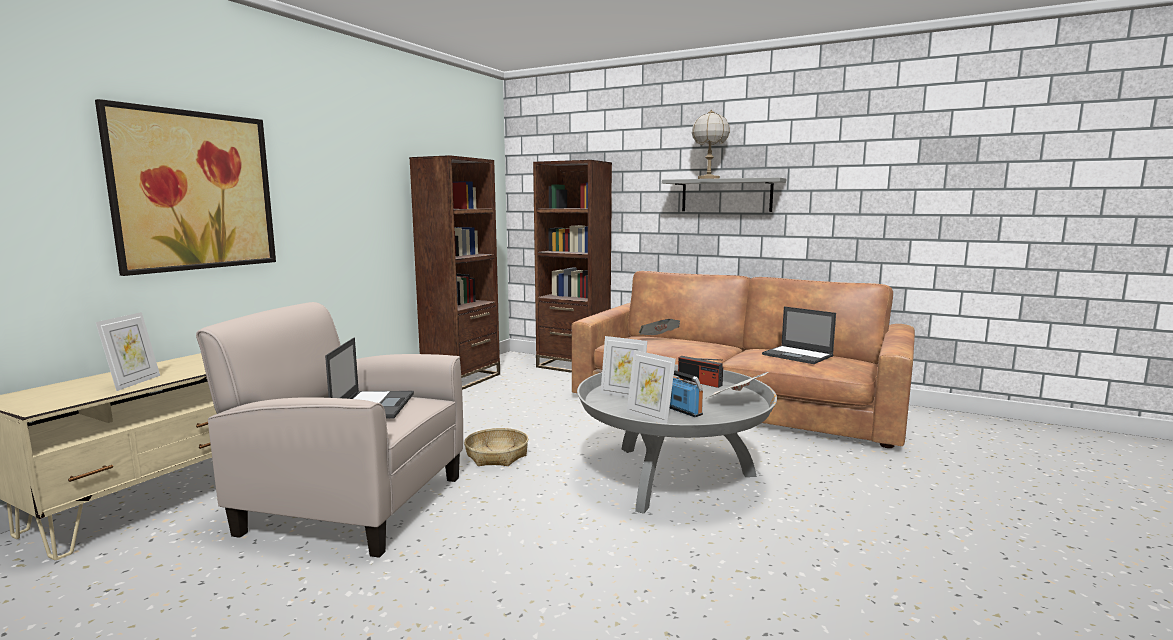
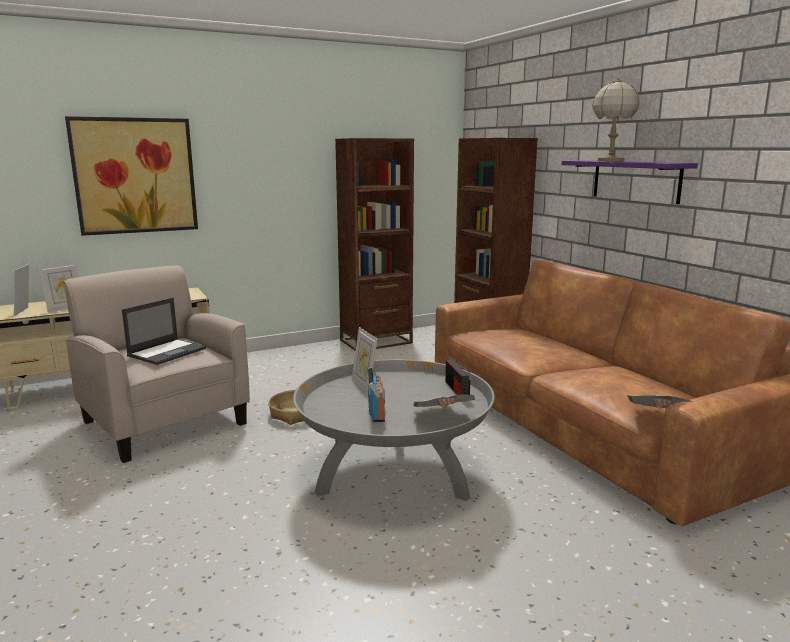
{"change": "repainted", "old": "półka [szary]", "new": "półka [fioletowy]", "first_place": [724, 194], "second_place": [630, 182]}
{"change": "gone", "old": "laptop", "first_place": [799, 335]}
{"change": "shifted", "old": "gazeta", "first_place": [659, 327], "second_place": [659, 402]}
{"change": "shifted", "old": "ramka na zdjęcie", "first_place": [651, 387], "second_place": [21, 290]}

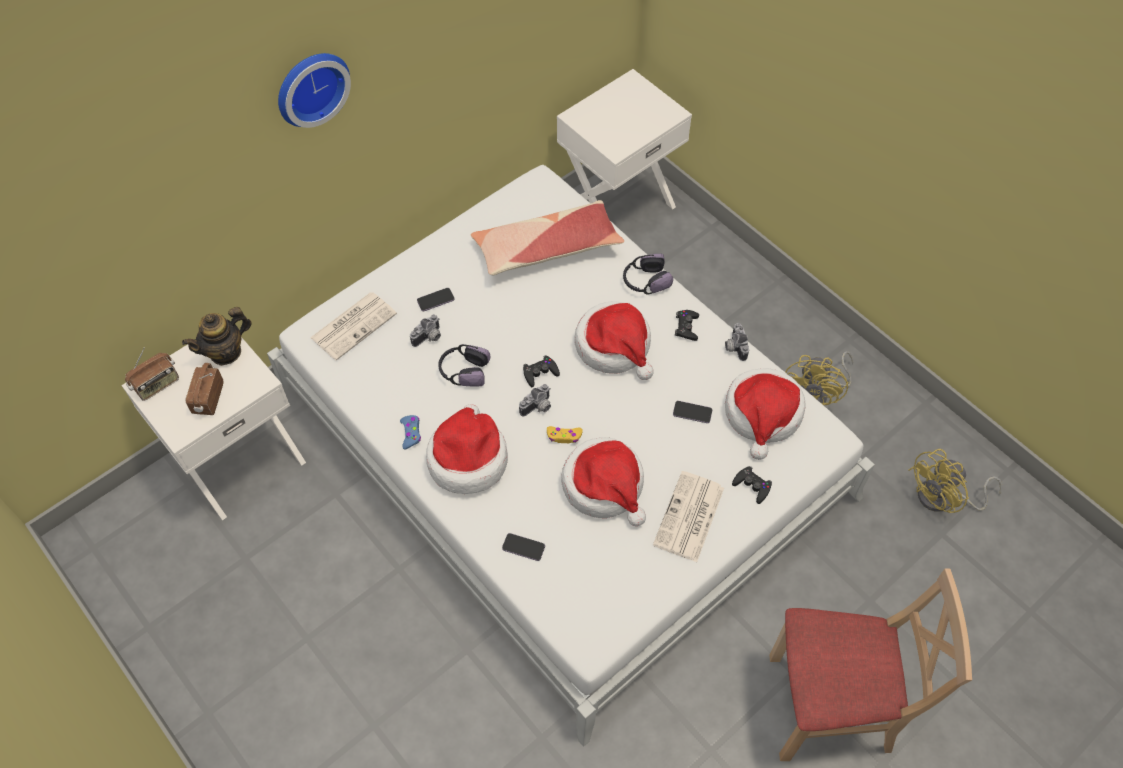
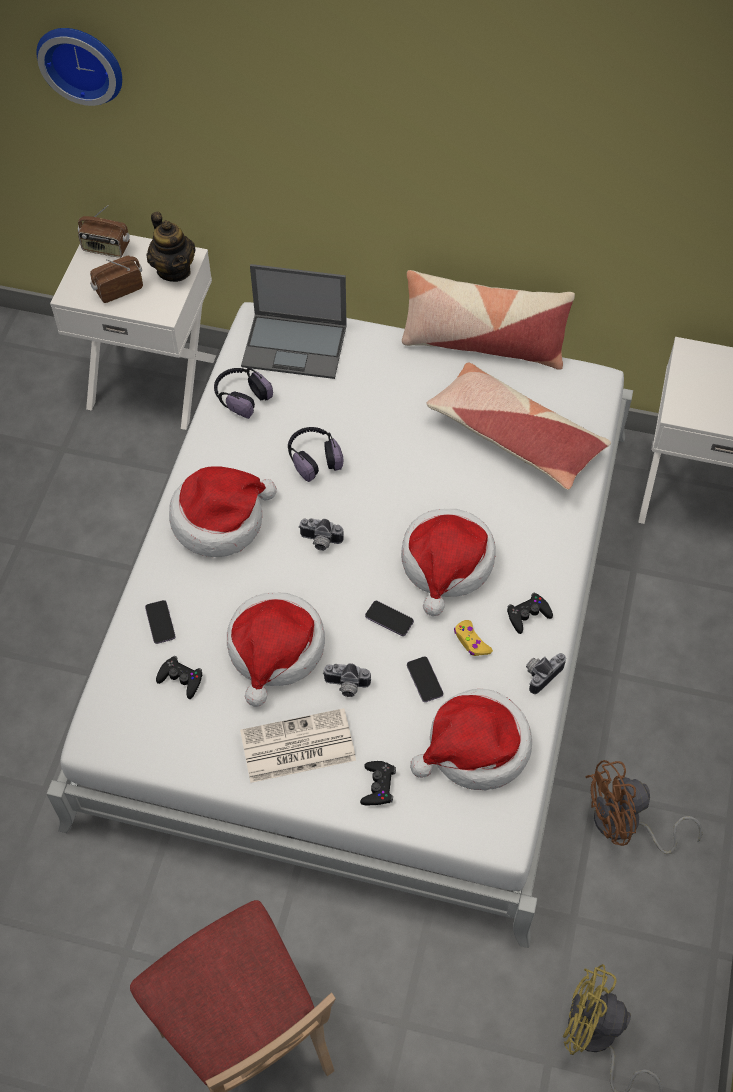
{"change": "shifted", "old": "zegar ścienny", "first_place": [314, 90], "second_place": [79, 67]}
{"change": "shifted", "old": "słuchawki", "first_place": [648, 274], "second_place": [243, 393]}
{"change": "shifted", "old": "telefon", "first_place": [435, 299], "second_place": [389, 618]}
{"change": "swapped", "old": "gazeta", "new": "laptop", "first_place": [353, 326], "second_place": [294, 321]}
{"change": "rotated", "old": "imbryk", "first_place": [217, 336], "second_place": [171, 247], "degrees": -135}
{"change": "shifted", "old": "aparat fotograficzny", "first_place": [425, 330], "second_place": [347, 680]}
{"change": "repainted", "old": "wentylator [żółty]", "new": "wentylator [brązowy]", "first_place": [819, 378], "second_place": [644, 807]}
{"change": "shifted", "old": "pad do gier [czarny]", "first_place": [541, 371], "second_place": [179, 677]}
{"change": "gone", "old": "pad do gier [niebieski]", "first_place": [410, 432]}
{"change": "shifted", "old": "pad do gier [żółty]", "first_place": [565, 434], "second_place": [473, 638]}
{"change": "new", "new": "poduszka", "second_place": [488, 320]}

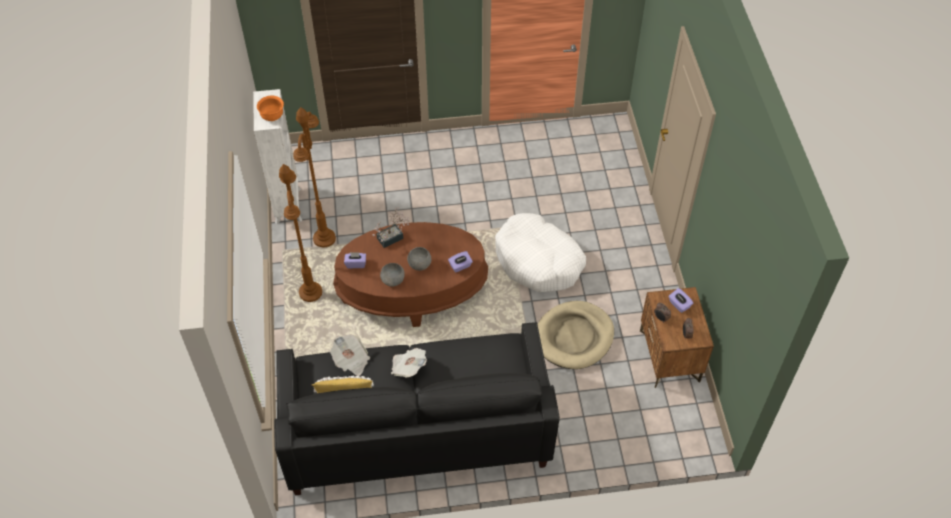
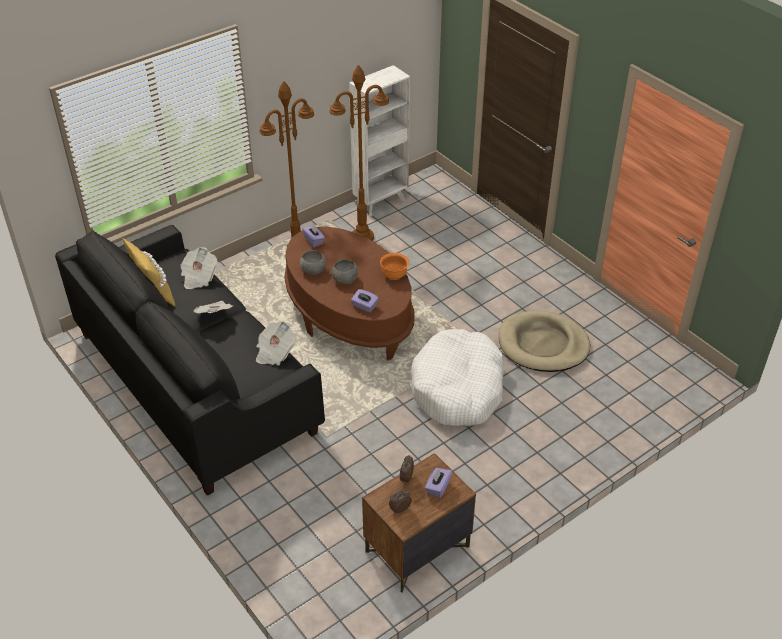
{"change": "shifted", "old": "miska [pomarańczowy]", "first_place": [270, 108], "second_place": [394, 266]}
{"change": "gone", "old": "roślina doniczkowa", "first_place": [391, 227]}
{"change": "shifted", "old": "legowisko [beżowy]", "first_place": [575, 335], "second_place": [544, 341]}
{"change": "new", "new": "gazeta", "second_place": [276, 343]}

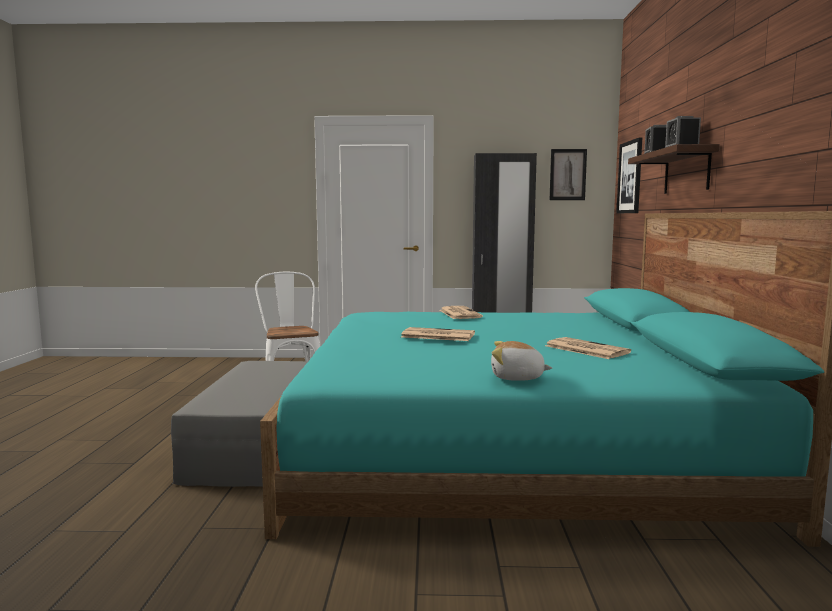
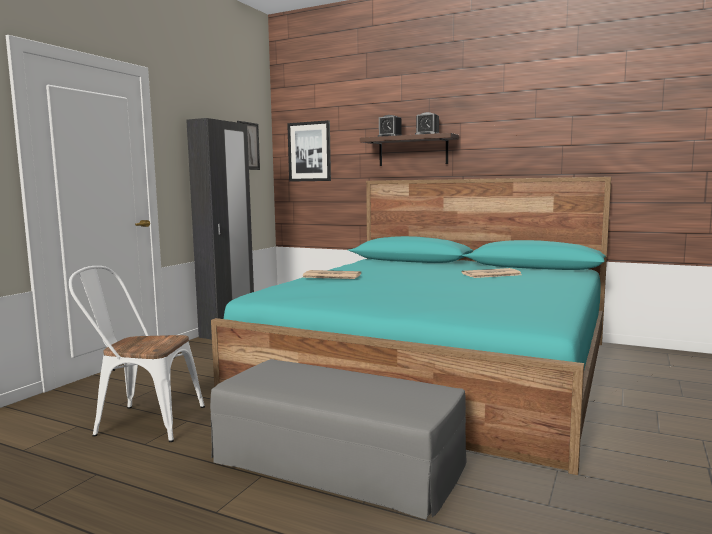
{"change": "gone", "old": "gazeta", "first_place": [438, 334]}
{"change": "gone", "old": "pluszak", "first_place": [521, 361]}

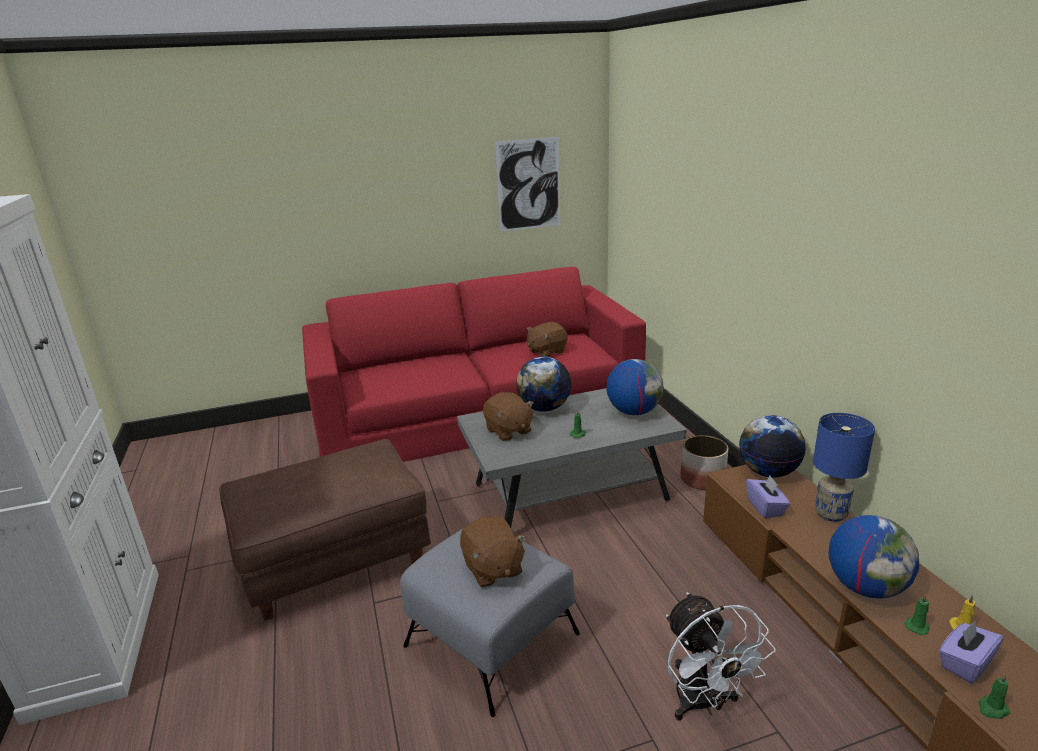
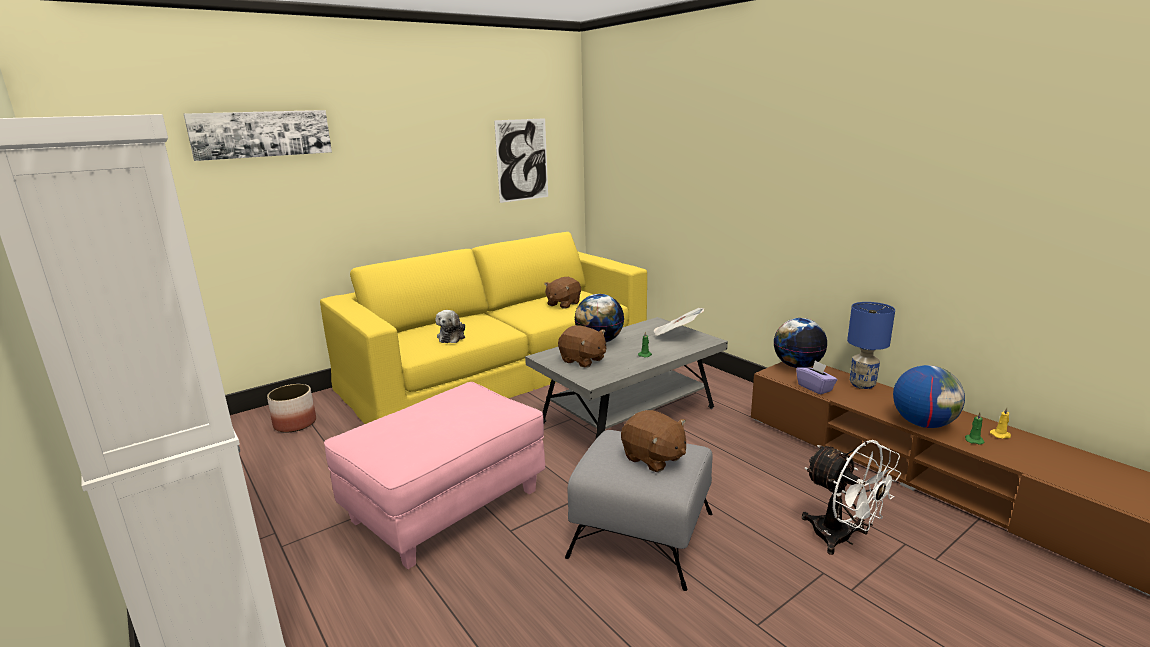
{"change": "repainted", "old": "kanapa [czerwony]", "new": "kanapa [żółty]", "first_place": [474, 364], "second_place": [483, 328]}
{"change": "swapped", "old": "globus", "new": "gazeta", "first_place": [635, 387], "second_place": [679, 322]}
{"change": "shifted", "old": "donica", "first_place": [704, 462], "second_place": [291, 408]}
{"change": "repainted", "old": "pufa [brązowy]", "new": "pufa [różowy]", "first_place": [325, 530], "second_place": [434, 475]}
{"change": "gone", "old": "pudełko chusteczek [fioletowy]", "first_place": [971, 651]}
{"change": "gone", "old": "świeca [zielony]", "first_place": [994, 696]}
{"change": "new", "new": "obraz", "second_place": [258, 135]}
{"change": "new", "new": "pluszak", "second_place": [450, 326]}

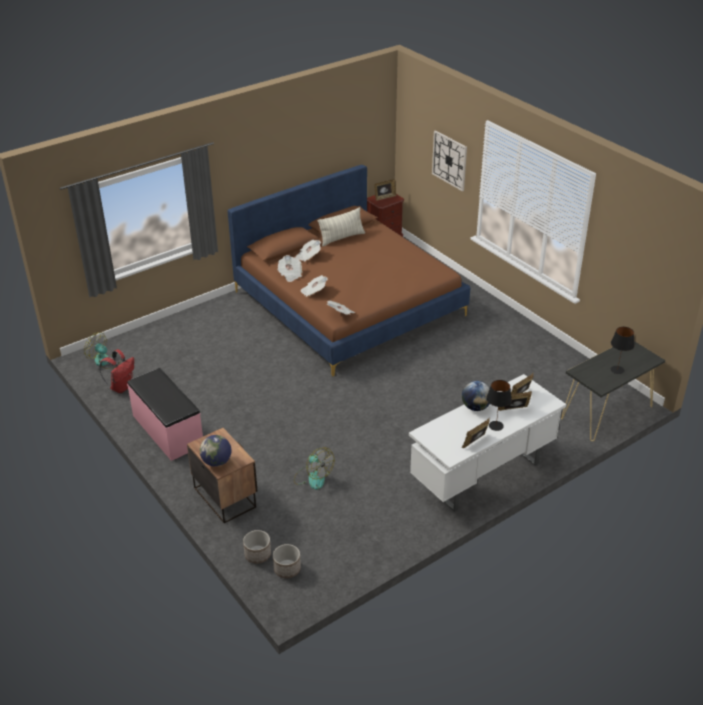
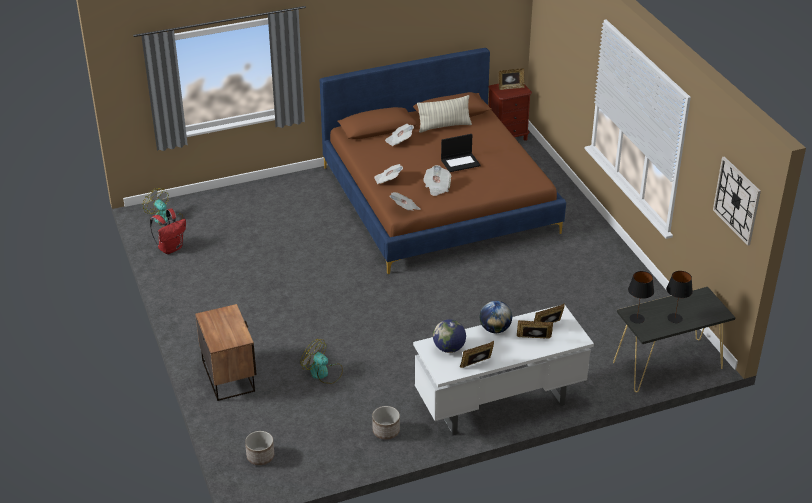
{"change": "shifted", "old": "zegar ścienny", "first_place": [449, 160], "second_place": [737, 201]}
{"change": "shifted", "old": "gazeta", "first_place": [289, 268], "second_place": [437, 180]}
{"change": "gone", "old": "ławka [różowy]", "first_place": [165, 414]}
{"change": "shifted", "old": "lampa stołowa [czarny]", "first_place": [499, 405], "second_place": [641, 297]}
{"change": "shifted", "old": "globus", "first_place": [215, 451], "second_place": [449, 336]}
{"change": "rotated", "old": "wentylator", "first_place": [314, 469], "second_place": [322, 361], "degrees": 150}
{"change": "shifted", "old": "donica", "first_place": [257, 547], "second_place": [386, 423]}
{"change": "new", "new": "laptop", "second_place": [461, 153]}

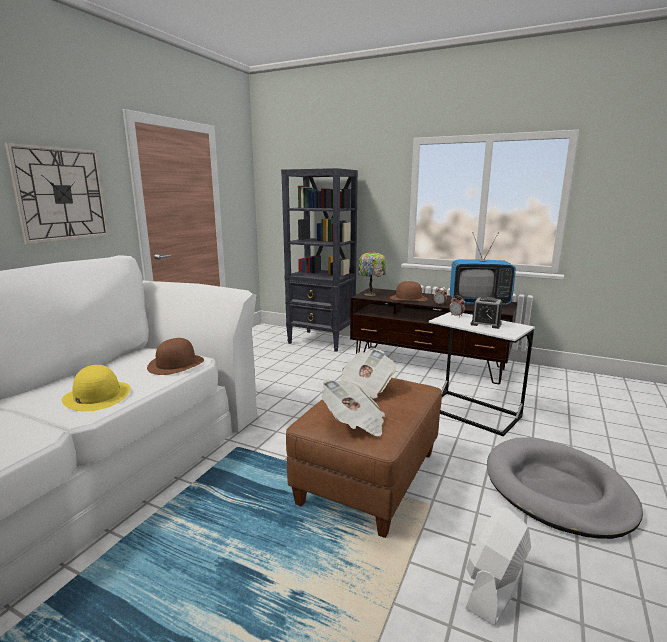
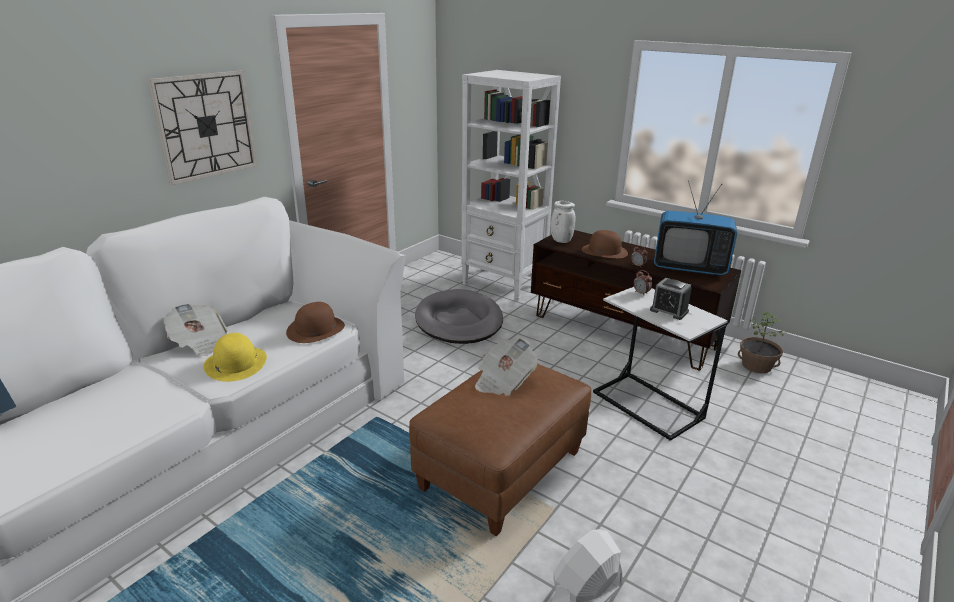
{"change": "repainted", "old": "regał [czarny]", "new": "regał [biały]", "first_place": [319, 260], "second_place": [511, 186]}
{"change": "swapped", "old": "lampa stołowa", "new": "wazon [biały]", "first_place": [372, 273], "second_place": [562, 222]}
{"change": "shifted", "old": "gazeta", "first_place": [353, 408], "second_place": [195, 330]}
{"change": "shifted", "old": "legowisko [szary]", "first_place": [565, 488], "second_place": [459, 316]}
{"change": "new", "new": "roślina doniczkowa", "second_place": [762, 342]}

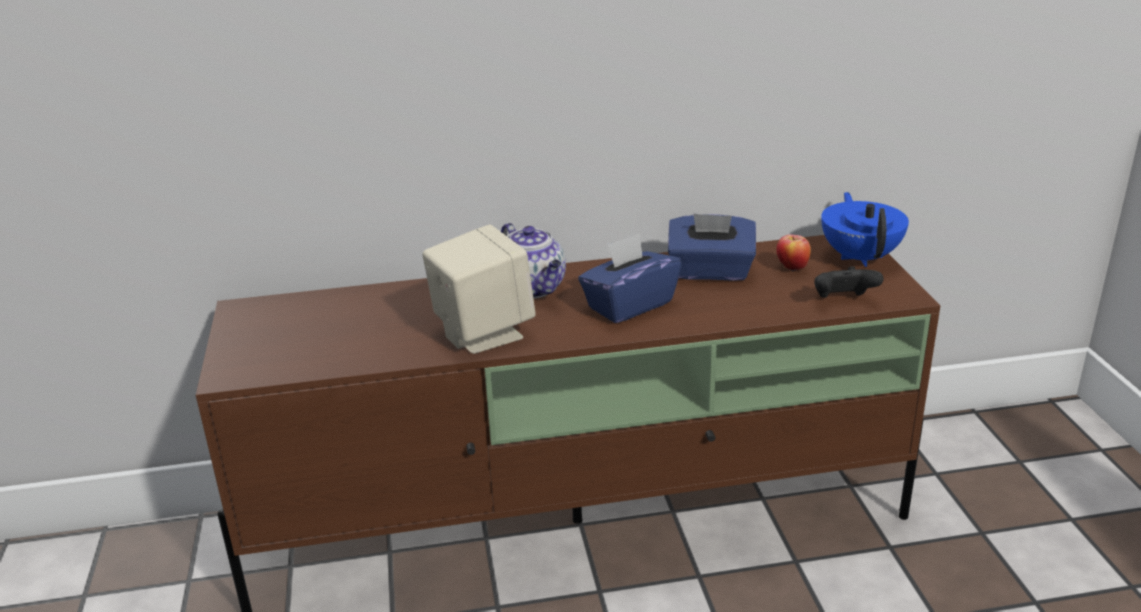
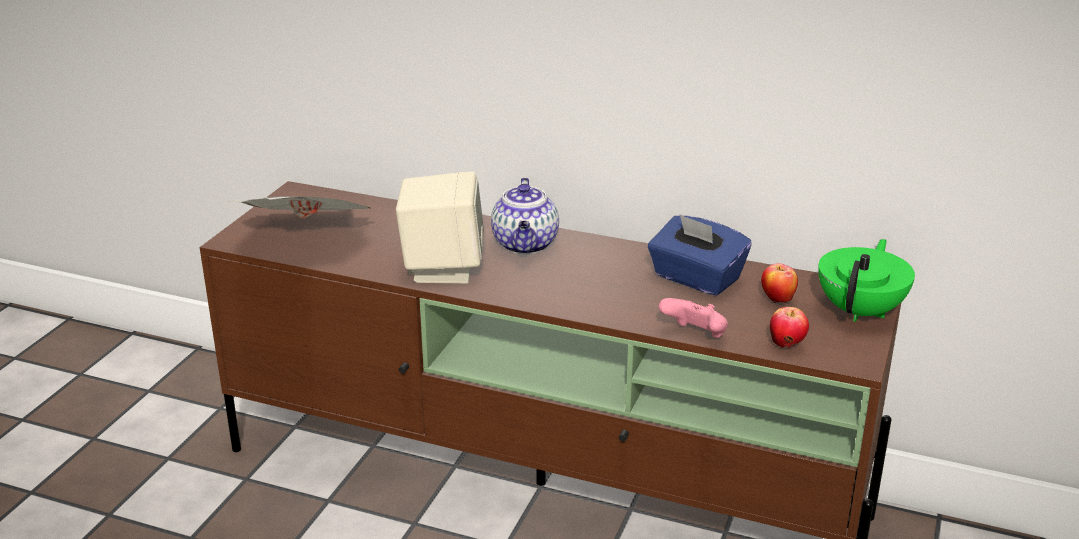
{"change": "repainted", "old": "imbryk [niebieski]", "new": "imbryk [zielony]", "first_place": [865, 229], "second_place": [866, 280]}
{"change": "gone", "old": "pudełko chusteczek [niebieski]", "first_place": [630, 278]}
{"change": "swapped", "old": "pad do gier [czarny]", "new": "jabłko", "first_place": [849, 282], "second_place": [789, 327]}
{"change": "new", "new": "gazeta", "second_place": [300, 207]}
{"change": "new", "new": "pad do gier [różowy]", "second_place": [693, 318]}

